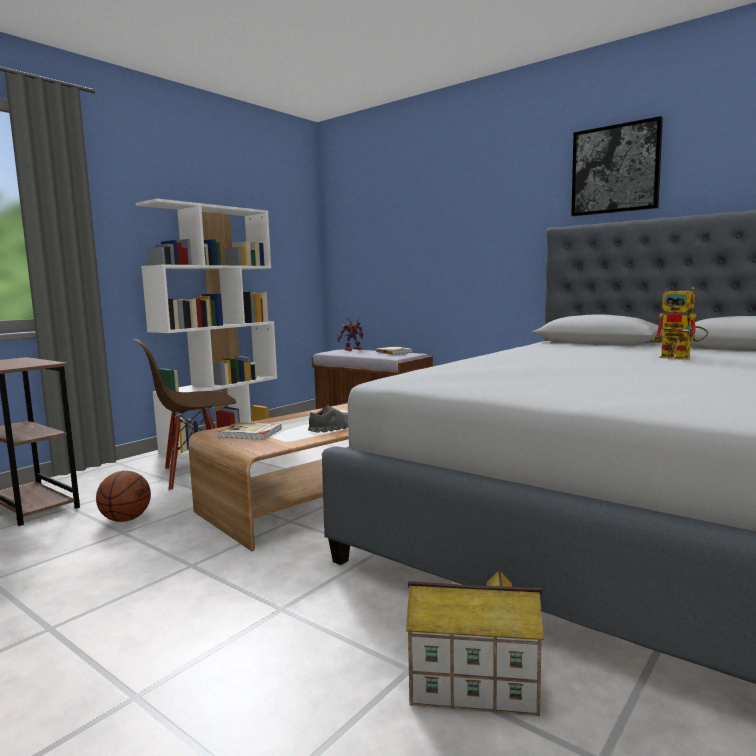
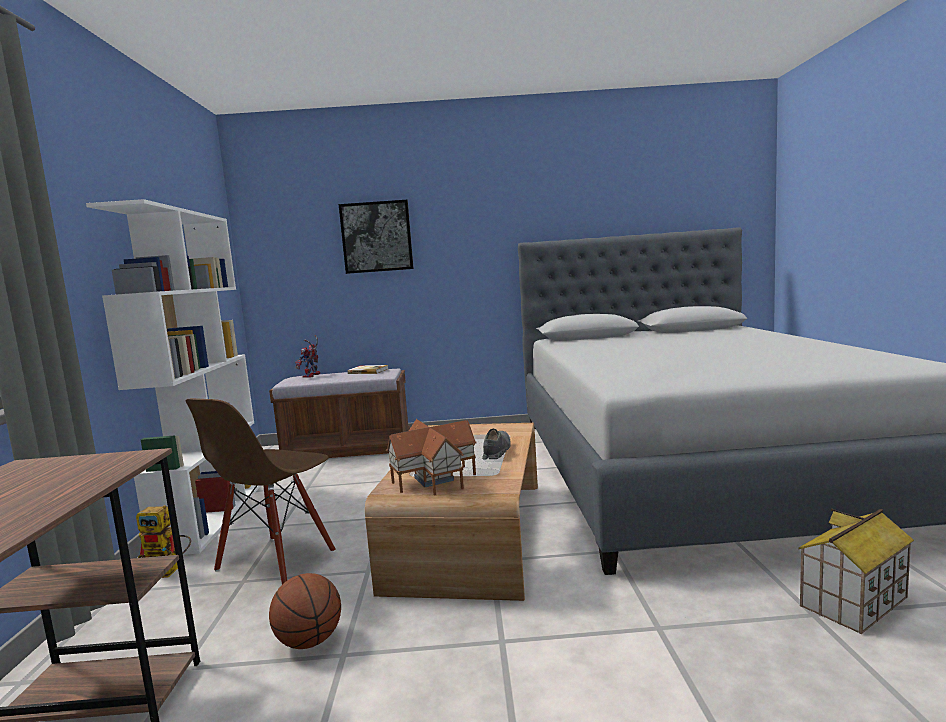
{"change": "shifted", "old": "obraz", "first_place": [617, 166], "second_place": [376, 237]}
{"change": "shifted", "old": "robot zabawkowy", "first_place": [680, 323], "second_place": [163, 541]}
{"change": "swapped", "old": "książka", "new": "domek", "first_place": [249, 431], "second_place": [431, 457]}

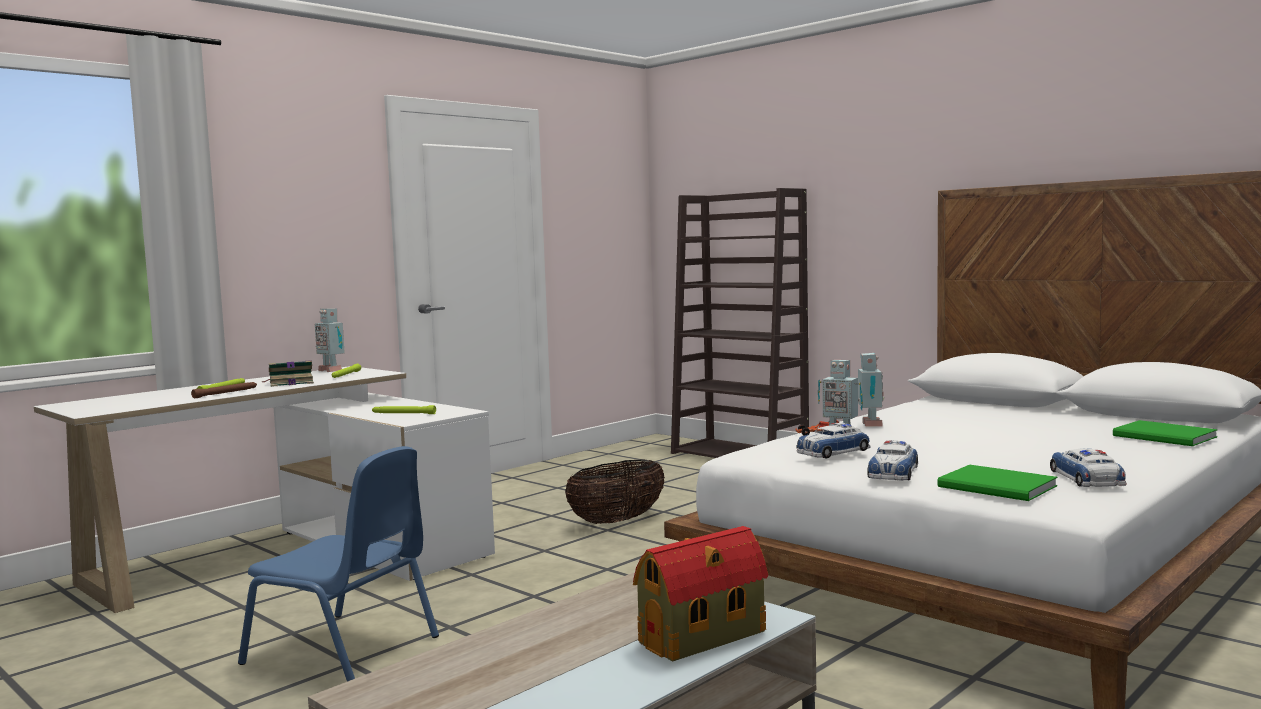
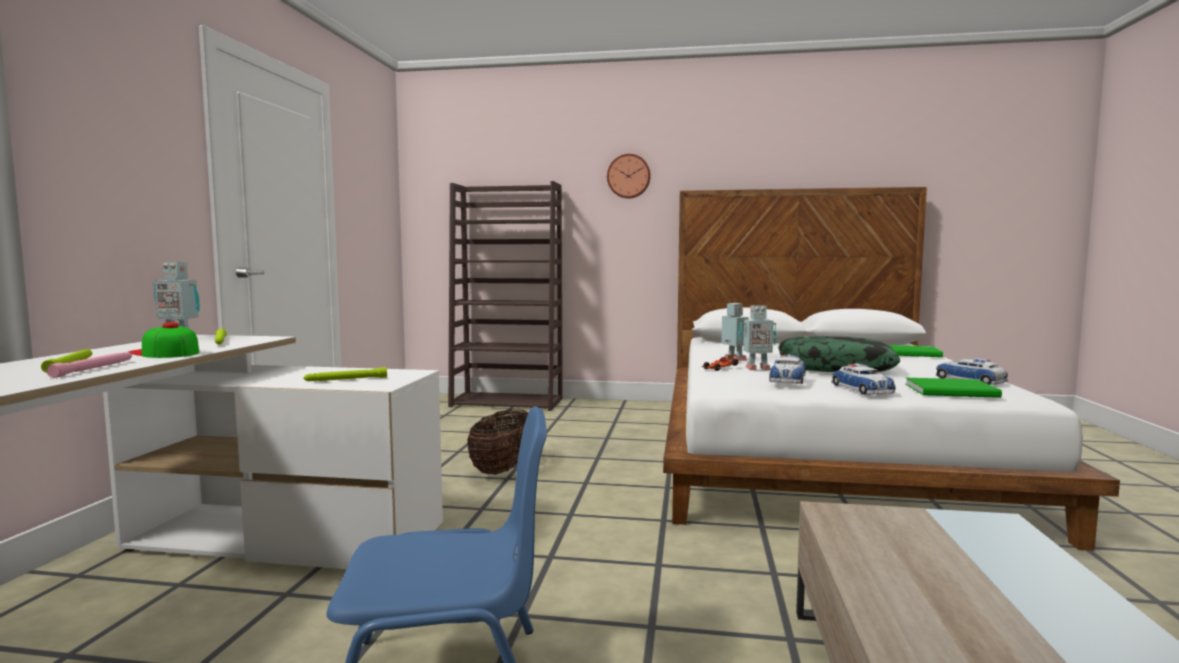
{"change": "swapped", "old": "książka", "new": "czapka z daszkiem", "first_place": [287, 373], "second_place": [163, 340]}
{"change": "repainted", "old": "latarka [brązowy]", "new": "latarka [różowy]", "first_place": [224, 390], "second_place": [89, 365]}
{"change": "gone", "old": "domek", "first_place": [700, 593]}
{"change": "new", "new": "zegar ścienny", "second_place": [629, 176]}
{"change": "new", "new": "poduszka", "second_place": [839, 354]}

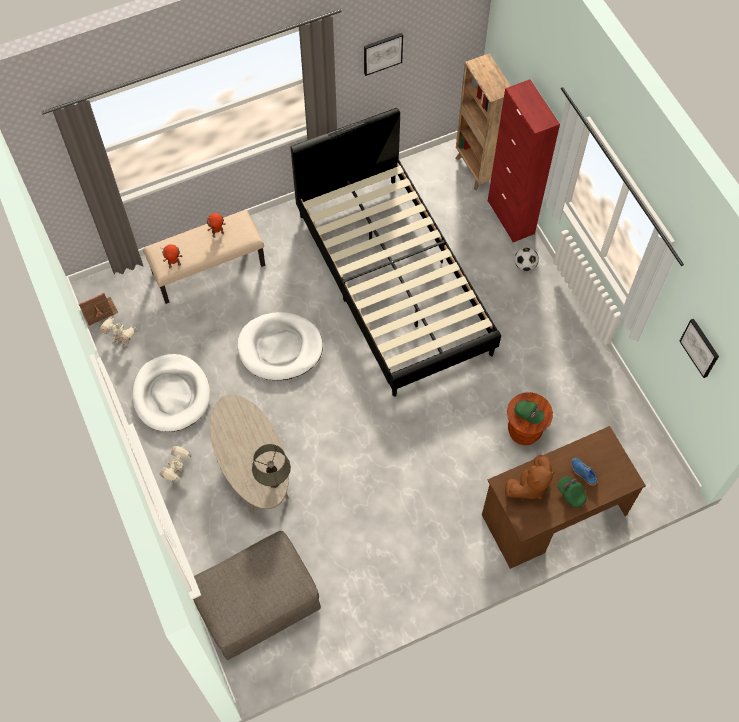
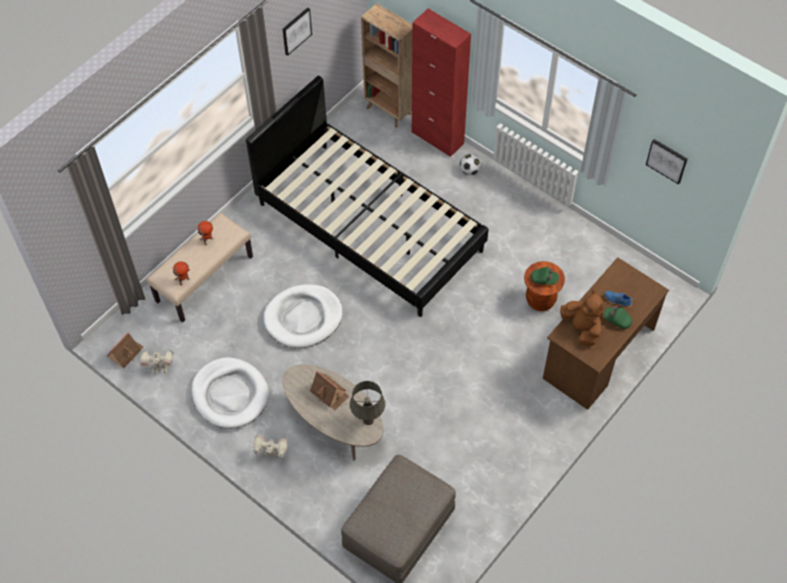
{"change": "rotated", "old": "robot zabawkowy", "first_place": [175, 464], "second_place": [270, 446], "degrees": 105}
{"change": "rotated", "old": "pluszak [brązowy]", "first_place": [530, 476], "second_place": [582, 318], "degrees": -60}
{"change": "new", "new": "domek", "second_place": [329, 390]}

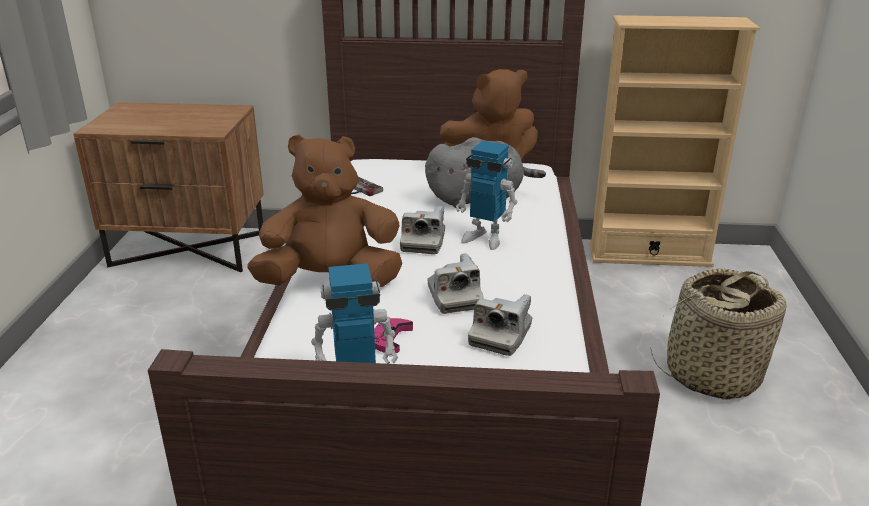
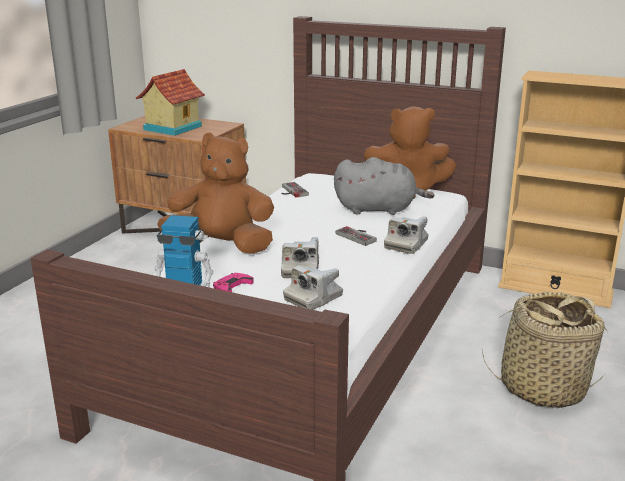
{"change": "swapped", "old": "robot zabawkowy", "new": "pad do gier", "first_place": [486, 195], "second_place": [356, 236]}
{"change": "shifted", "old": "aparat fotograficzny", "first_place": [422, 230], "second_place": [406, 235]}
{"change": "new", "new": "domek", "second_place": [170, 102]}

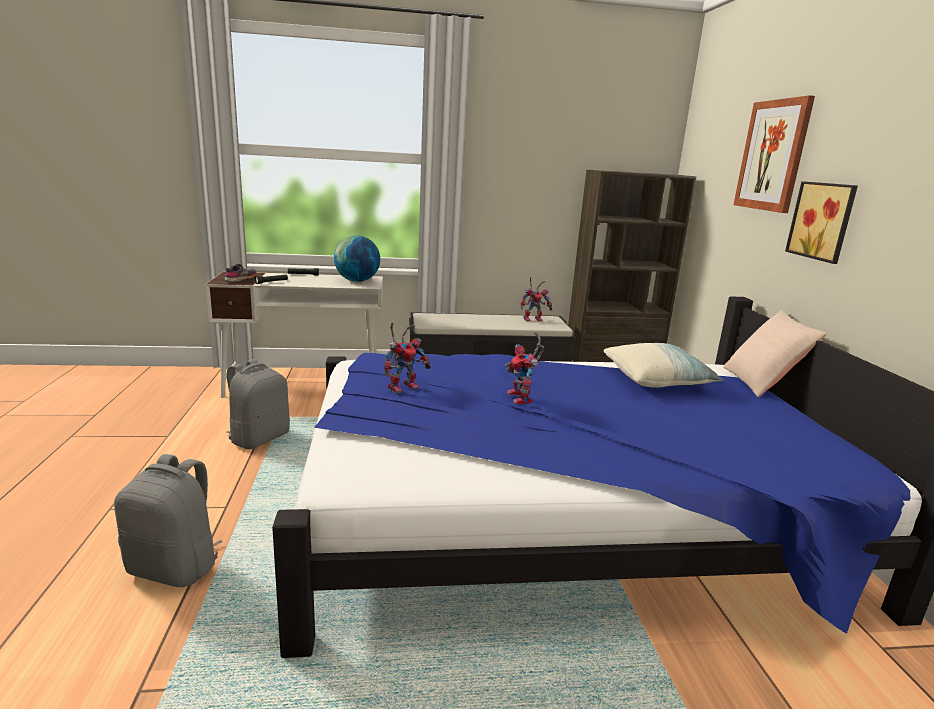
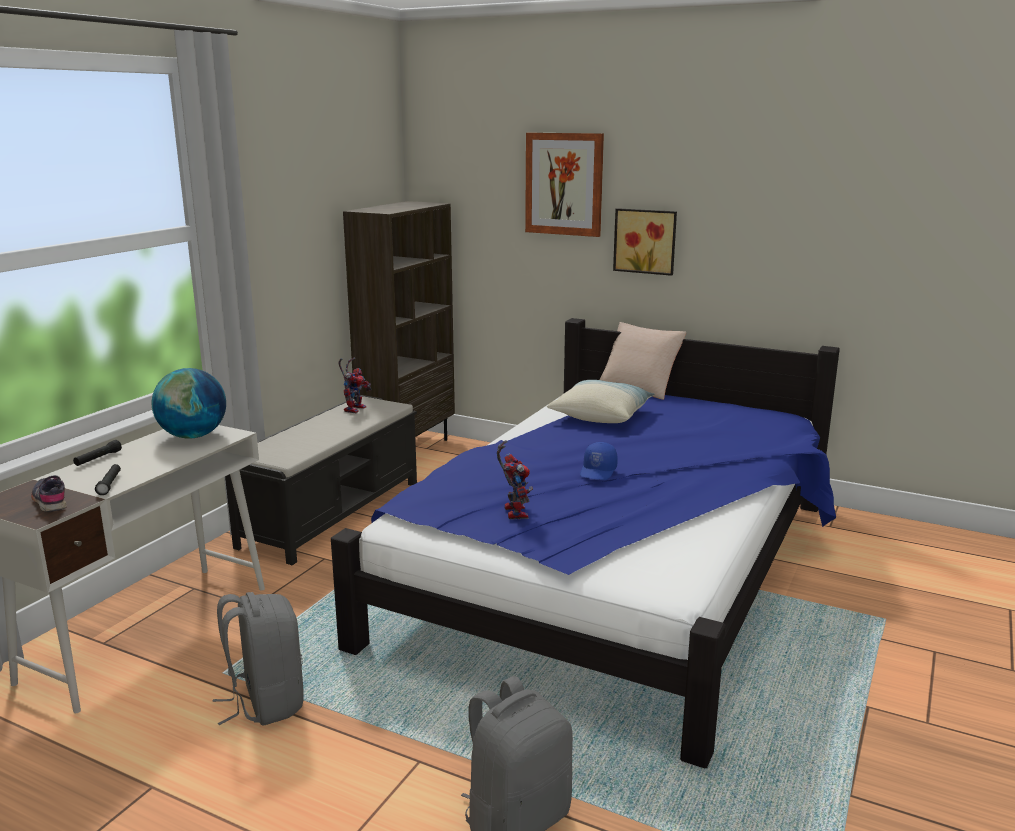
{"change": "swapped", "old": "robot zabawkowy", "new": "czapka z daszkiem [niebieski]", "first_place": [524, 368], "second_place": [599, 461]}

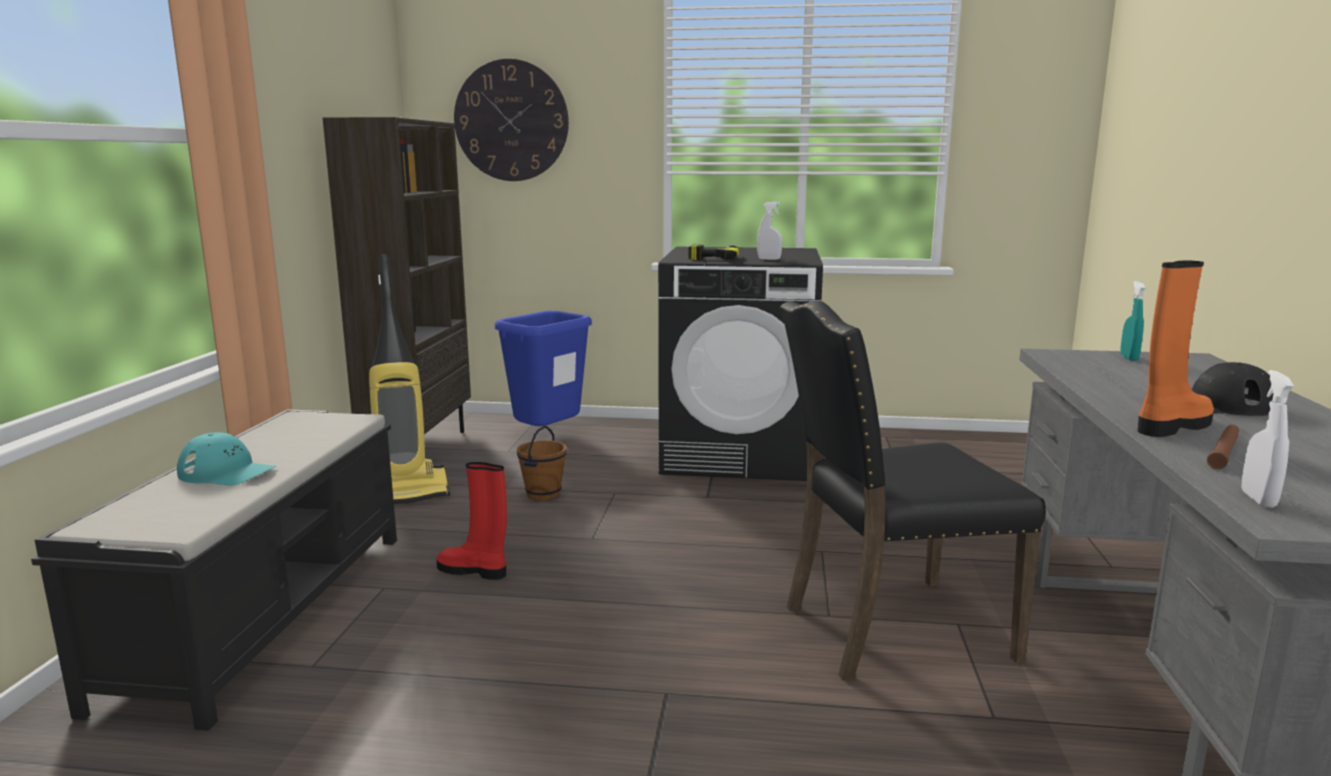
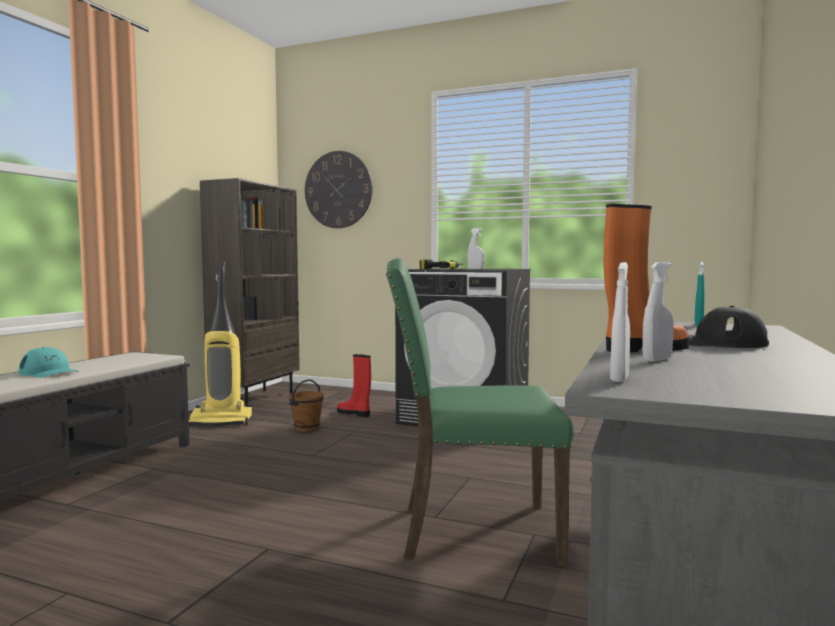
{"change": "repainted", "old": "krzesło [czarny]", "new": "krzesło [zielony]", "first_place": [913, 490], "second_place": [479, 412]}
{"change": "gone", "old": "kosz na śmieci [niebieski]", "first_place": [543, 368]}
{"change": "swapped", "old": "latarka [brązowy]", "new": "spryskiwacz [biały]", "first_place": [1223, 447], "second_place": [657, 312]}
{"change": "shifted", "old": "but z cholewką [czerwony]", "first_place": [471, 521], "second_place": [354, 385]}

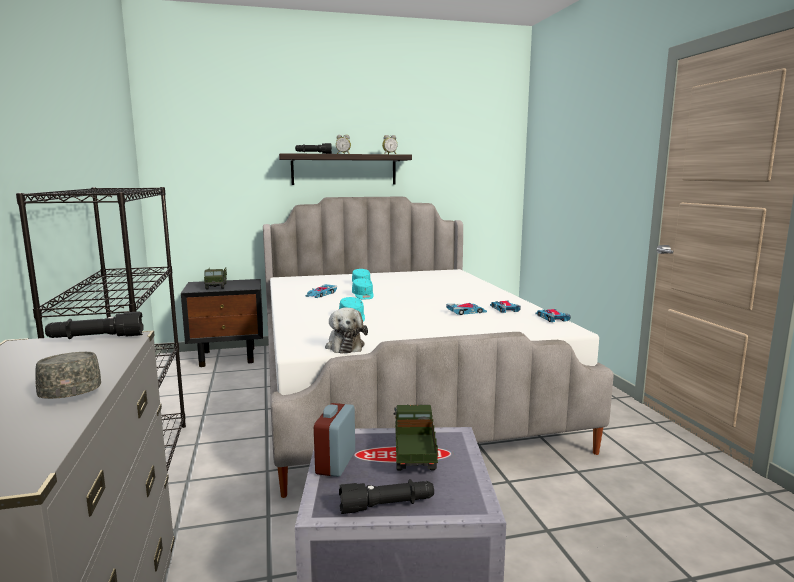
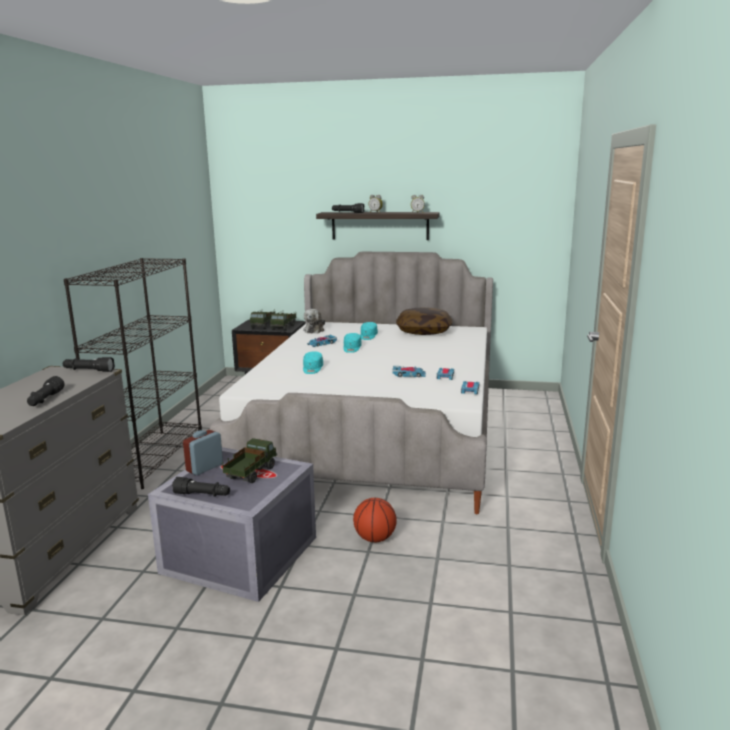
{"change": "shifted", "old": "pluszak", "first_place": [346, 330], "second_place": [314, 321]}
{"change": "swapped", "old": "czapka z daszkiem [szary]", "new": "latarka [czarny]", "first_place": [68, 375], "second_place": [45, 391]}
{"change": "new", "new": "poduszka", "second_place": [424, 321]}
{"change": "new", "new": "ciężarówka zabawkowa", "second_place": [283, 322]}
{"change": "new", "new": "piłka do koszykówki", "second_place": [375, 520]}

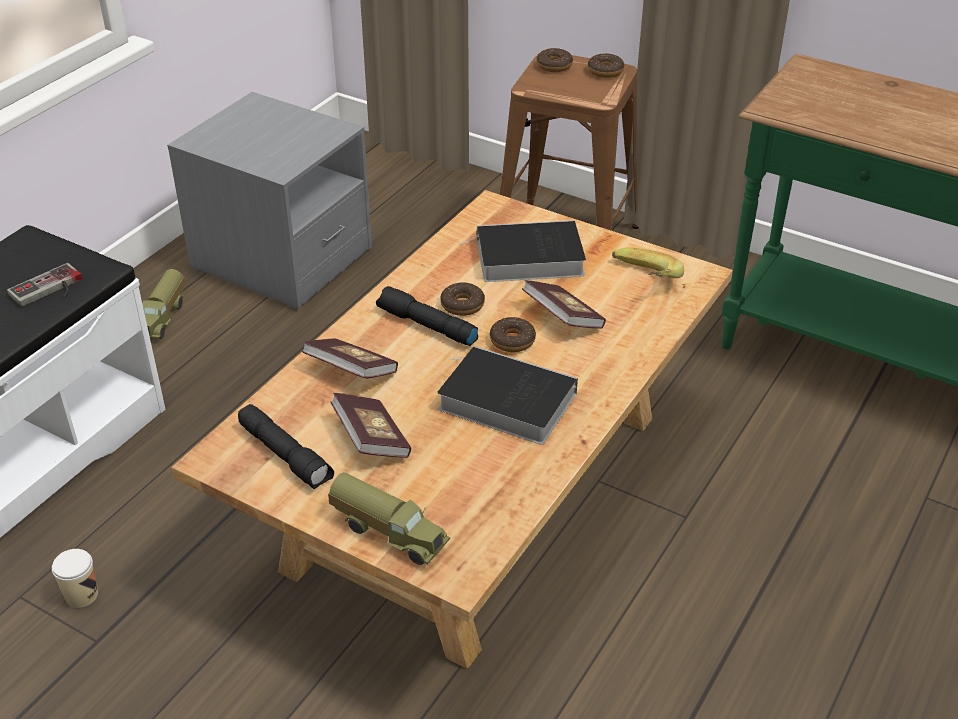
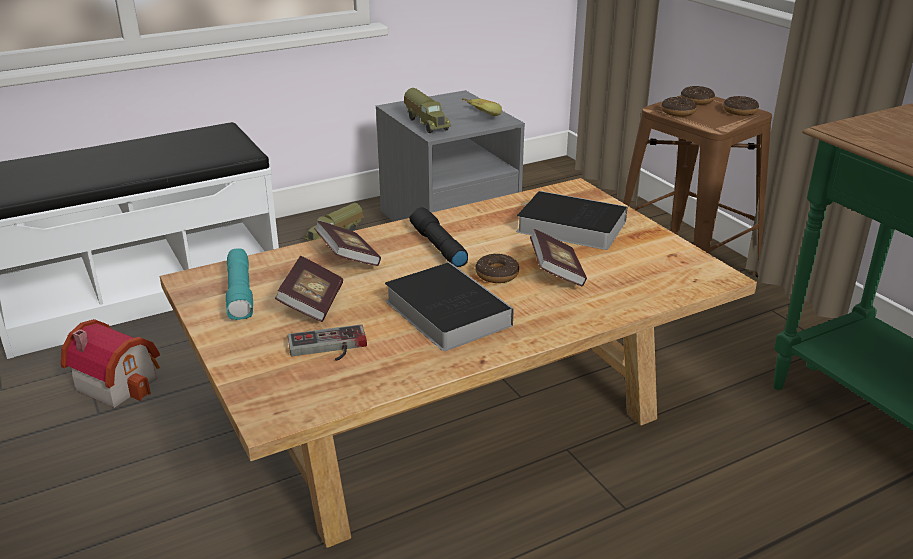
{"change": "shifted", "old": "banan", "first_place": [648, 262], "second_place": [482, 107]}
{"change": "shifted", "old": "pad do gier", "first_place": [44, 285], "second_place": [327, 342]}
{"change": "shifted", "old": "donut", "first_place": [462, 299], "second_place": [679, 107]}
{"change": "repainted", "old": "latarka [czarny]", "new": "latarka [turkusowy]", "first_place": [286, 447], "second_place": [239, 284]}
{"change": "shifted", "old": "ciężarówka zabawkowa", "first_place": [389, 518], "second_place": [427, 110]}
{"change": "swapped", "old": "filiżanka", "new": "domek", "first_place": [75, 578], "second_place": [110, 363]}

